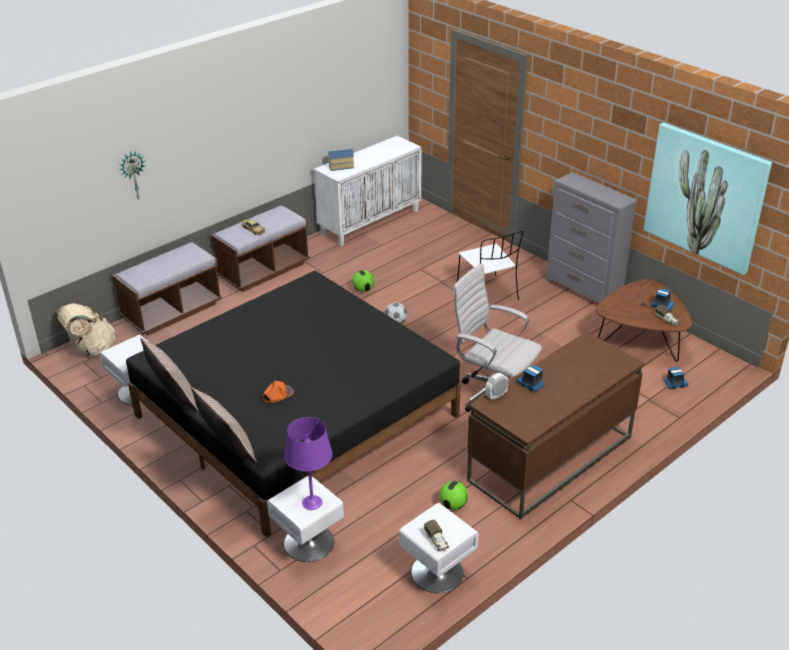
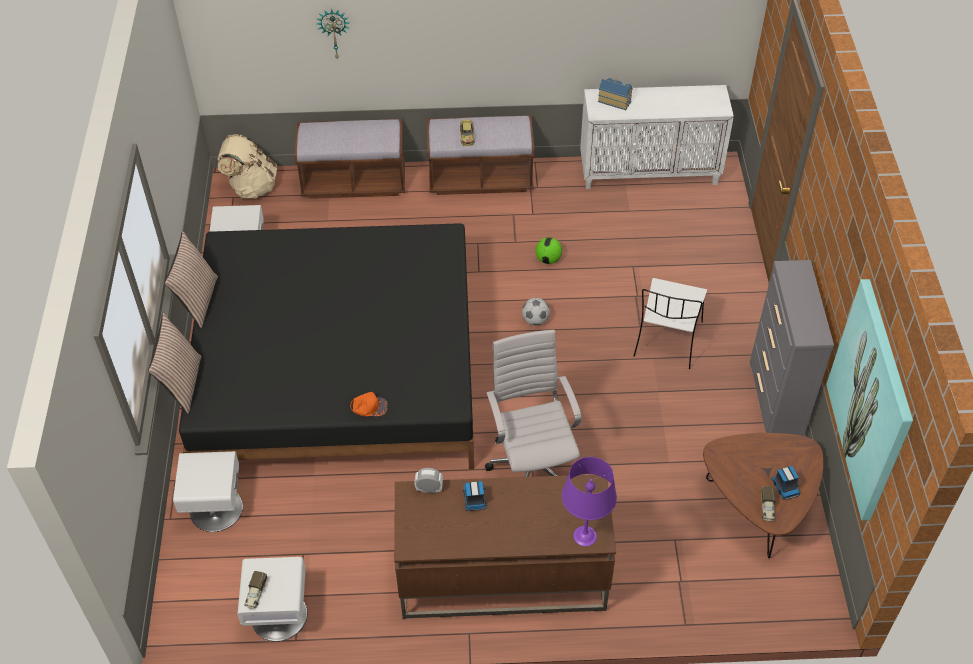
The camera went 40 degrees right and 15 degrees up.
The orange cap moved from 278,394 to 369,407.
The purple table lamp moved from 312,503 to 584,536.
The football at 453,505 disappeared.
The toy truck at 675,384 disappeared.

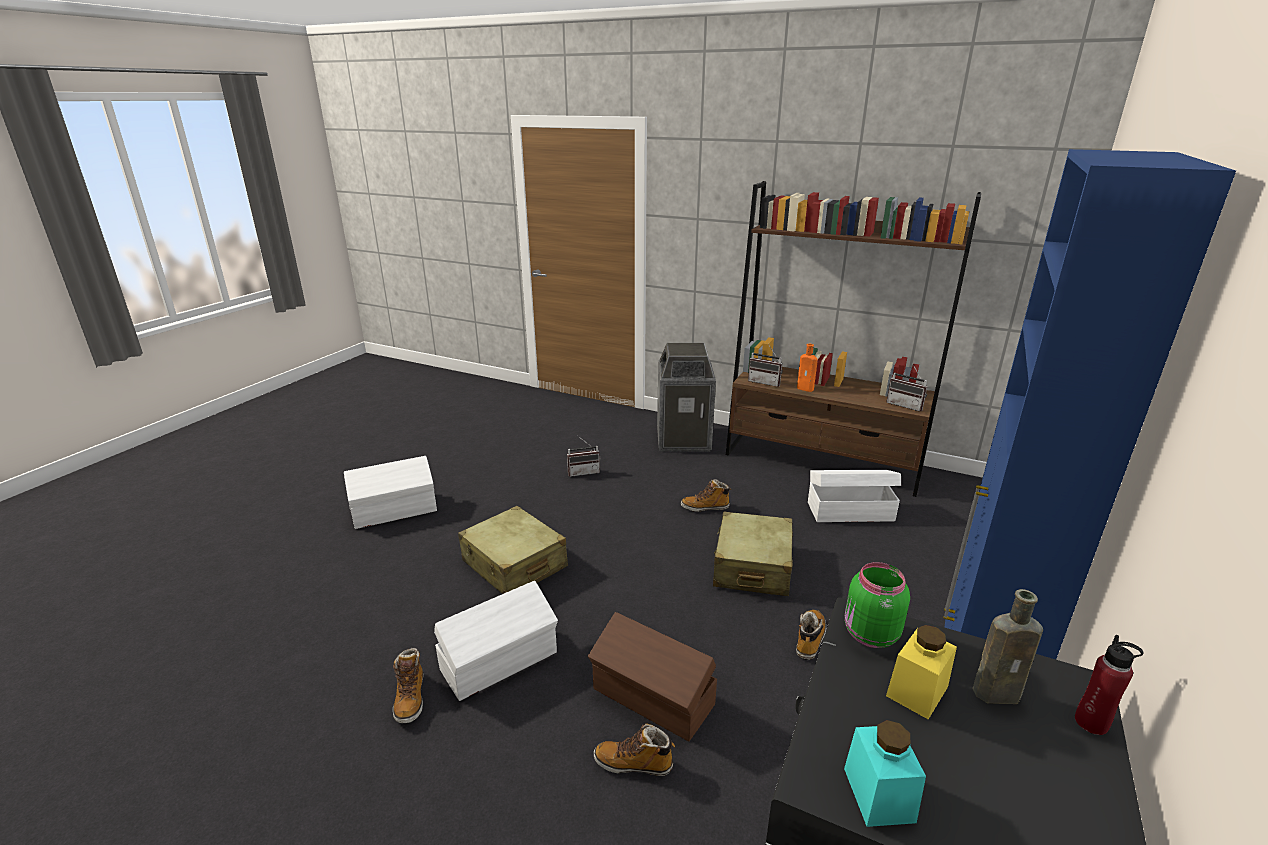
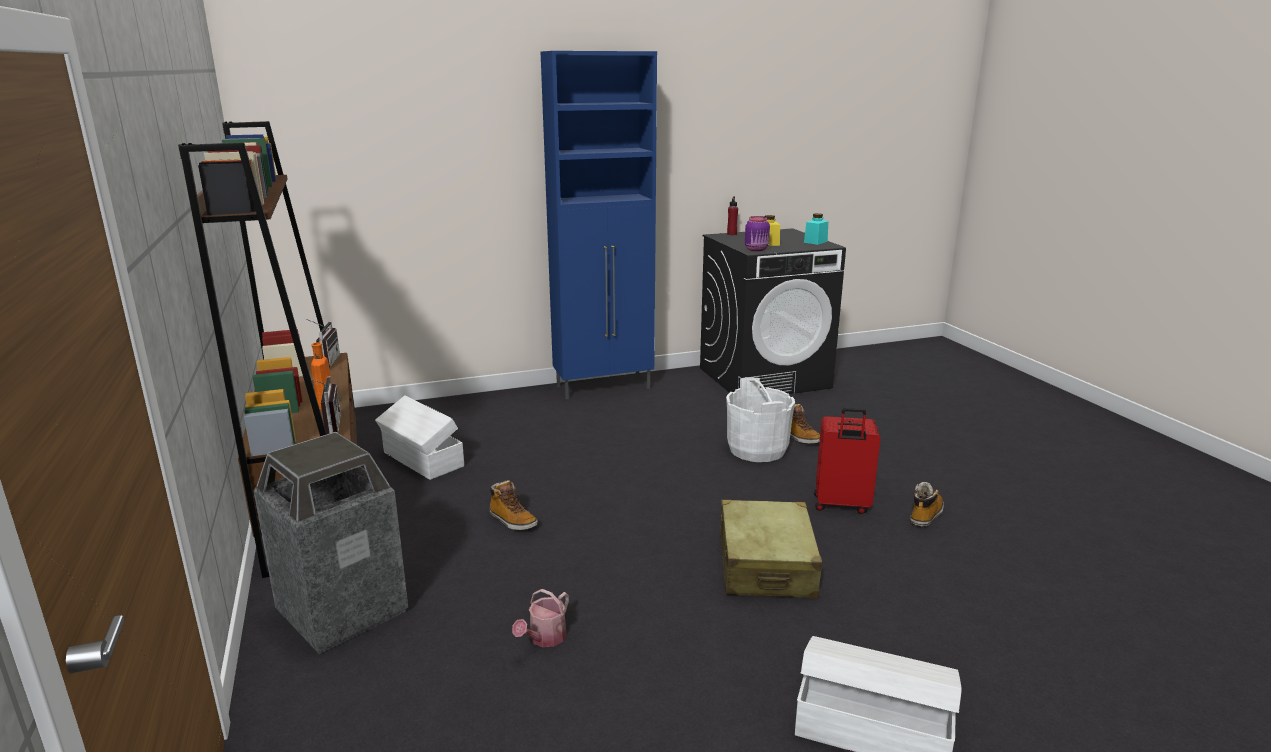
The camera went 135 degrees left and 5 degrees down.
The white storage box at 501,661 was replaced by the red suitcase at 841,505.
The radio at 583,472 was replaced by the watering can at 544,639.
The brown storage box at 653,698 was replaced by the white bucket at 757,449.
The beige suitcase at 752,567 disappeared.
The boot at 810,639 disappeared.
The green jar at 869,634 became the purple jar at 757,249.
The brown bottle at 999,693 disappeared.

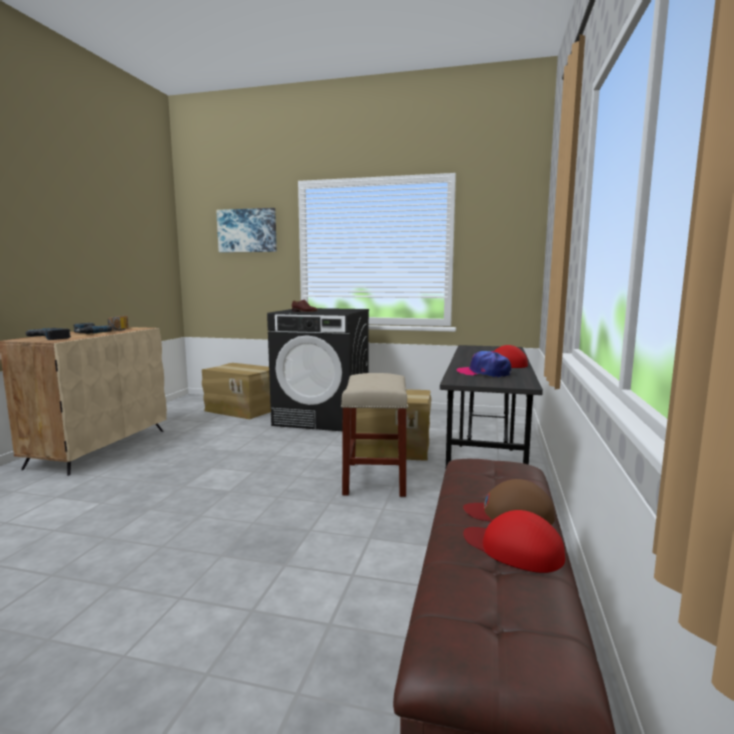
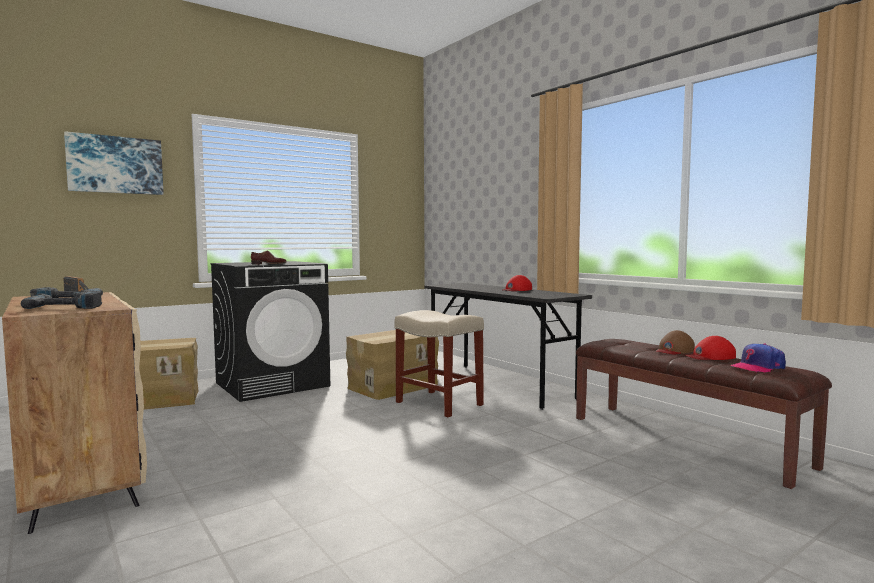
The camera went 50 degrees left and 5 degrees down.
The cap moved from 484,373 to 757,367.

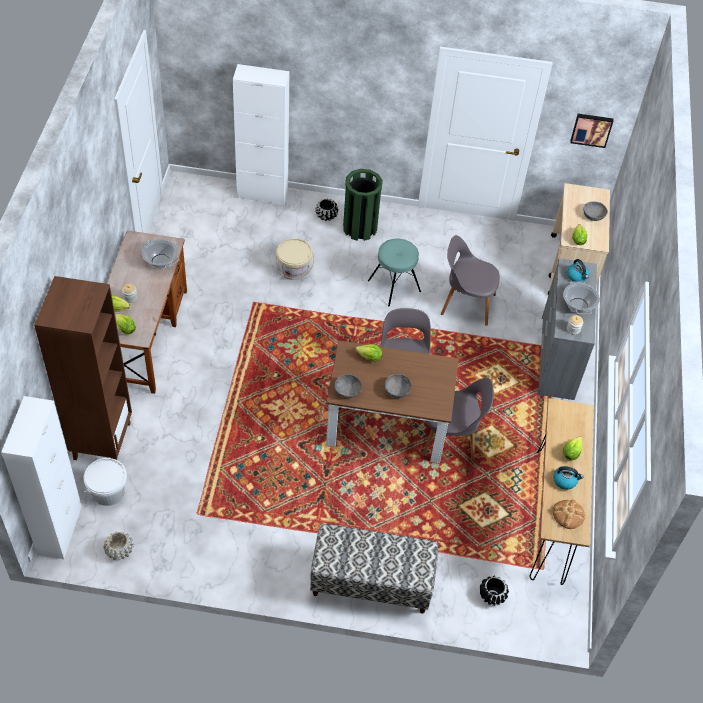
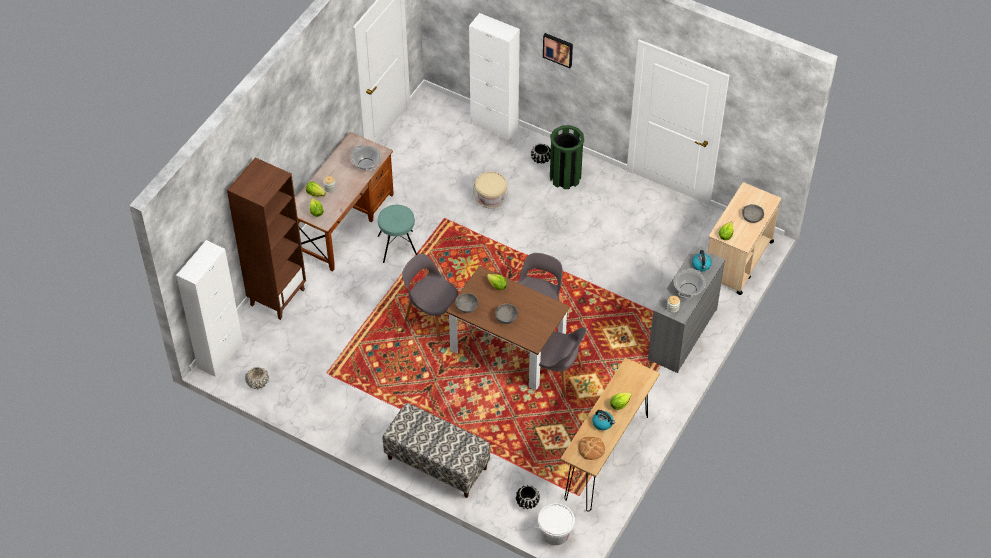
The camera went 25 degrees right and 0 degrees up.
The white bucket moved from 108,492 to 555,533.
The turquoise stool moved from 394,286 to 397,246.
The grey chair moved from 466,303 to 432,316.
The picture moved from 591,129 to 558,49.

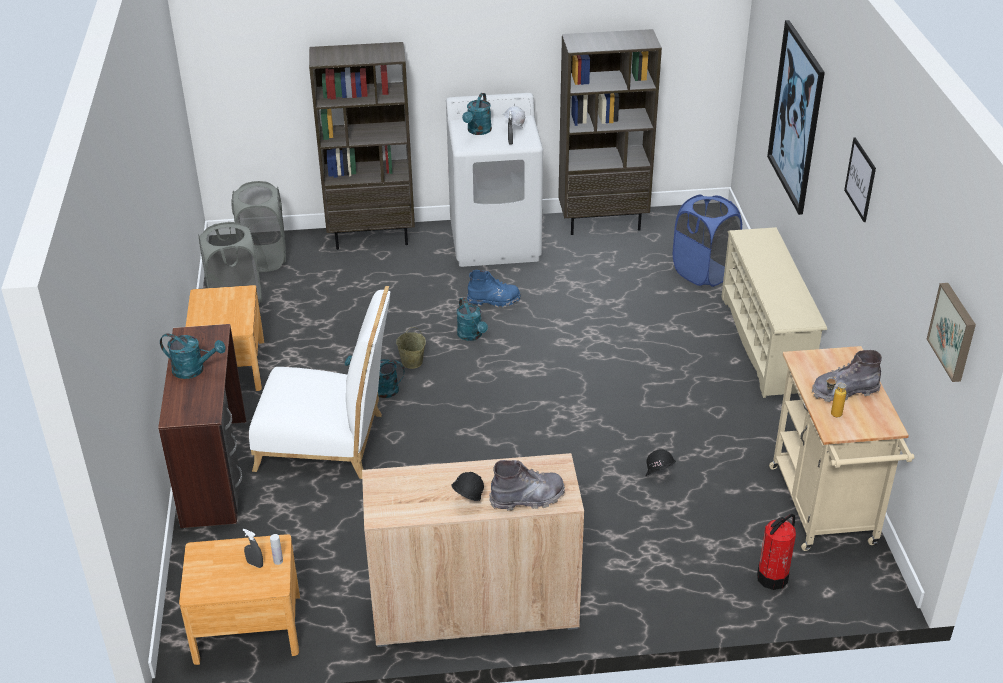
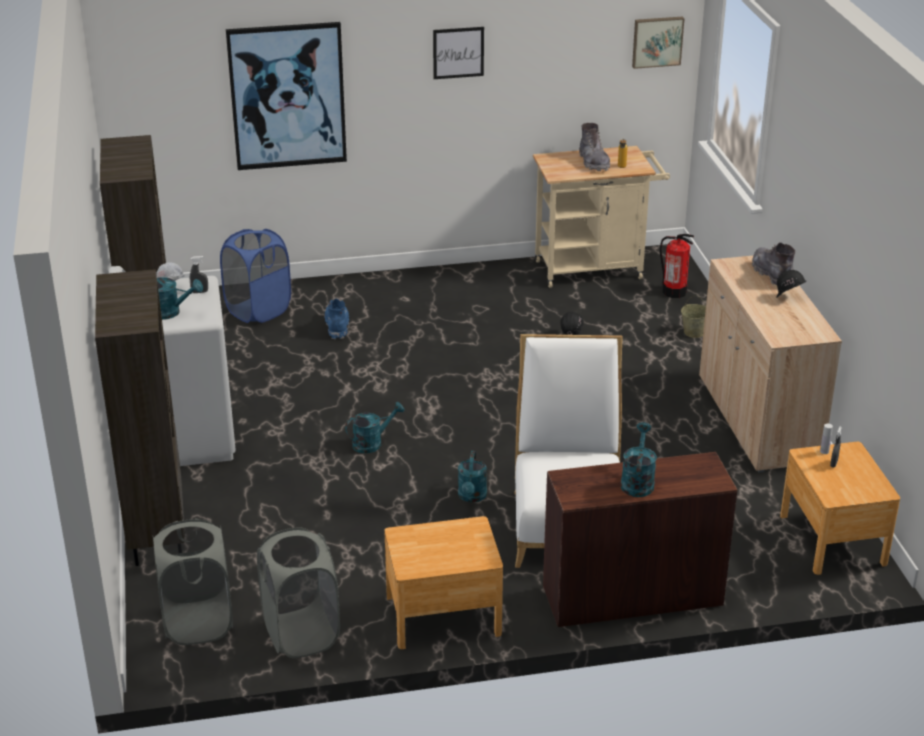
The camera went 95 degrees left and 5 degrees down.
The beige bucket moved from 412,362 to 694,332.
The blue boot moved from 494,301 to 337,326.
The beige shoe rack at 766,343 disappeared.

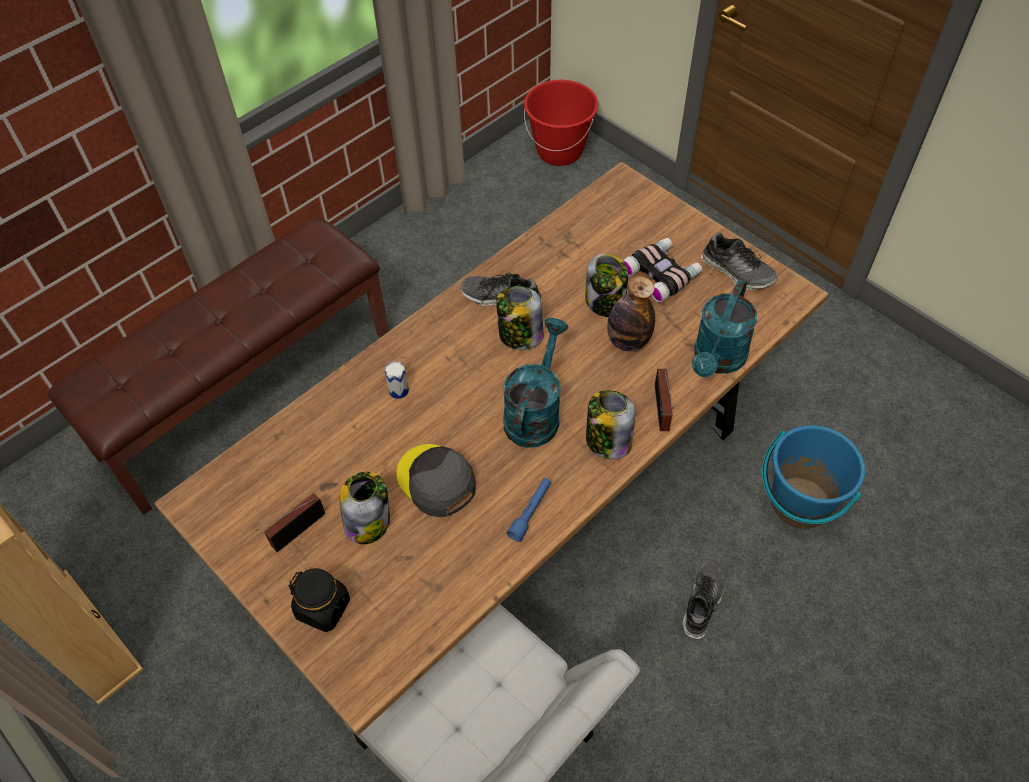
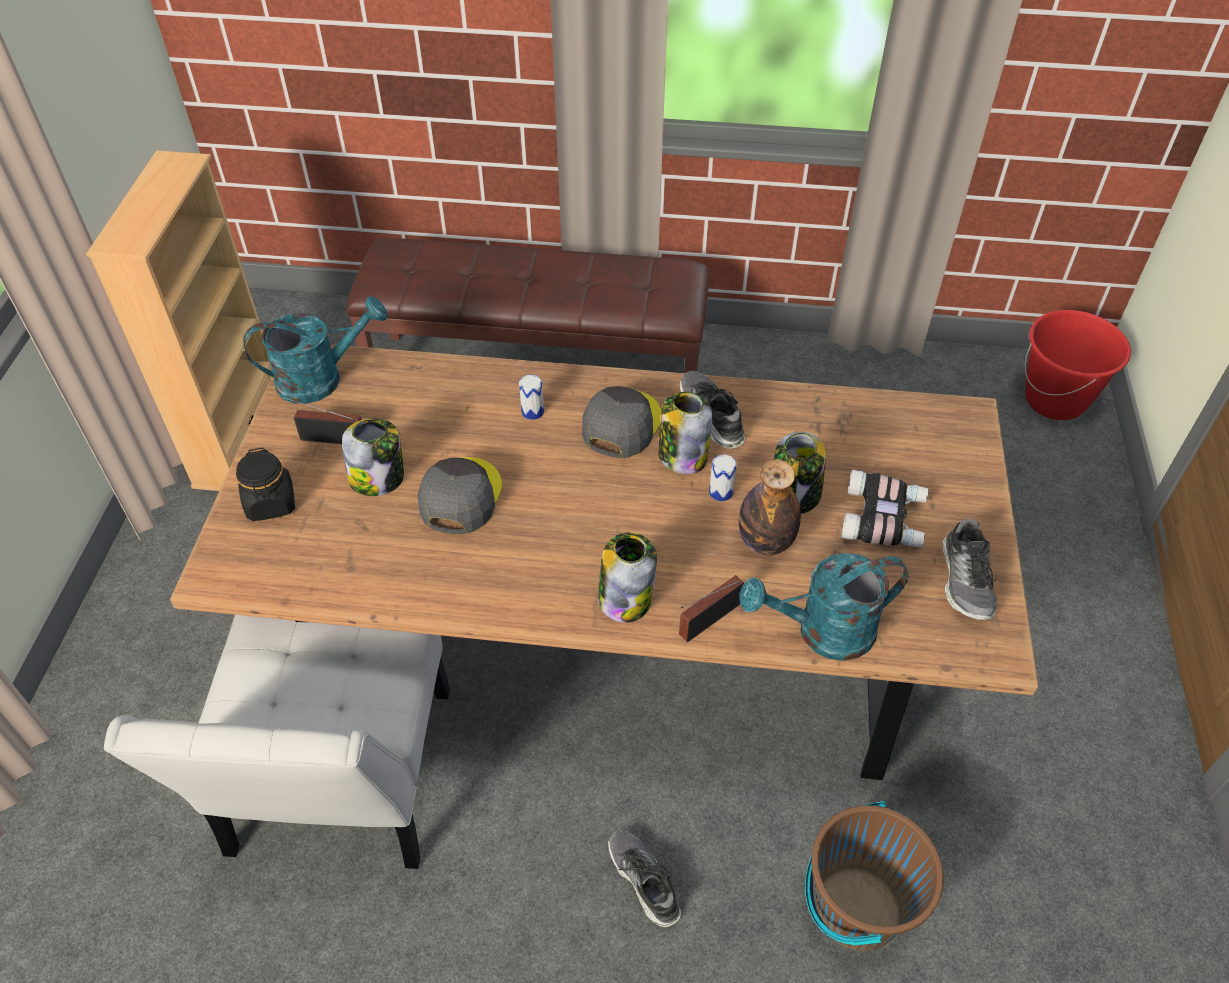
The camera went 50 degrees right and 5 degrees down.
The turquoise watering can moved from 534,412 to 321,378.
The blue flashlight at 530,512 disappeared.
The shoe at 701,602 turned 105 degrees counterclockwise.
The blue bucket at 799,503 became the brown bucket at 856,909.
The grey cap at 621,424 appeared.
The can at 721,492 appeared.

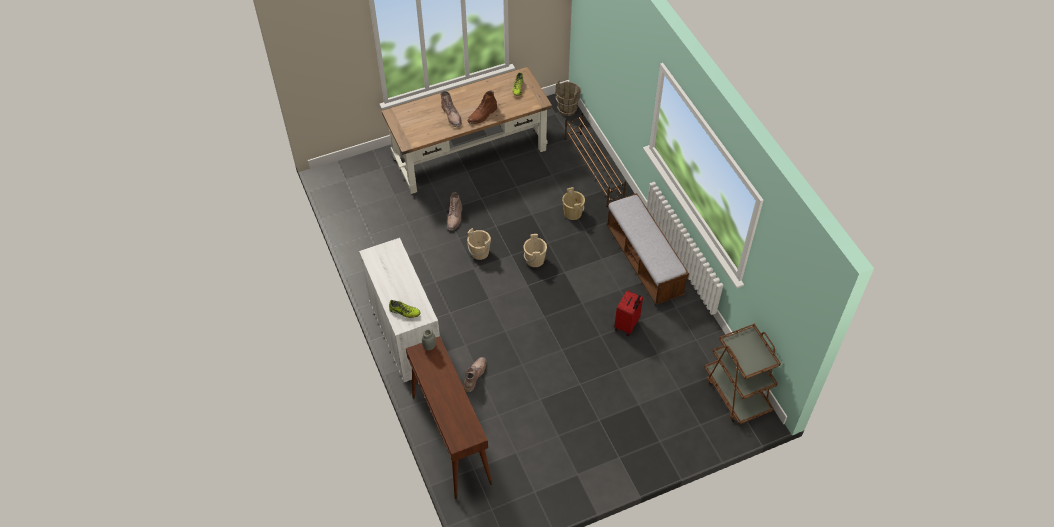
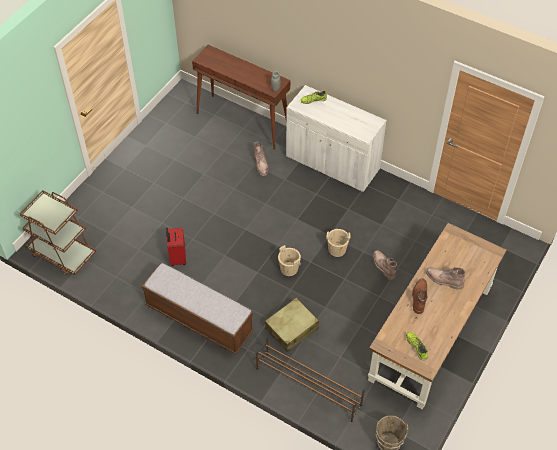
The camera went 145 degrees right and 0 degrees up.
The beige bucket at 572,213 was replaced by the beige suitcase at 292,329.

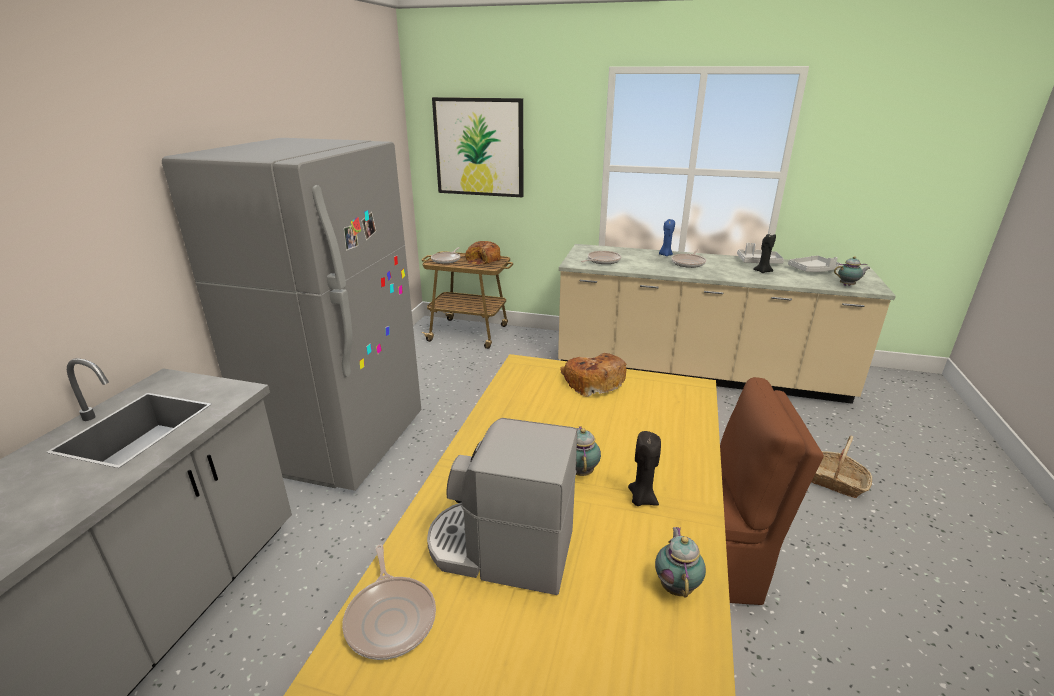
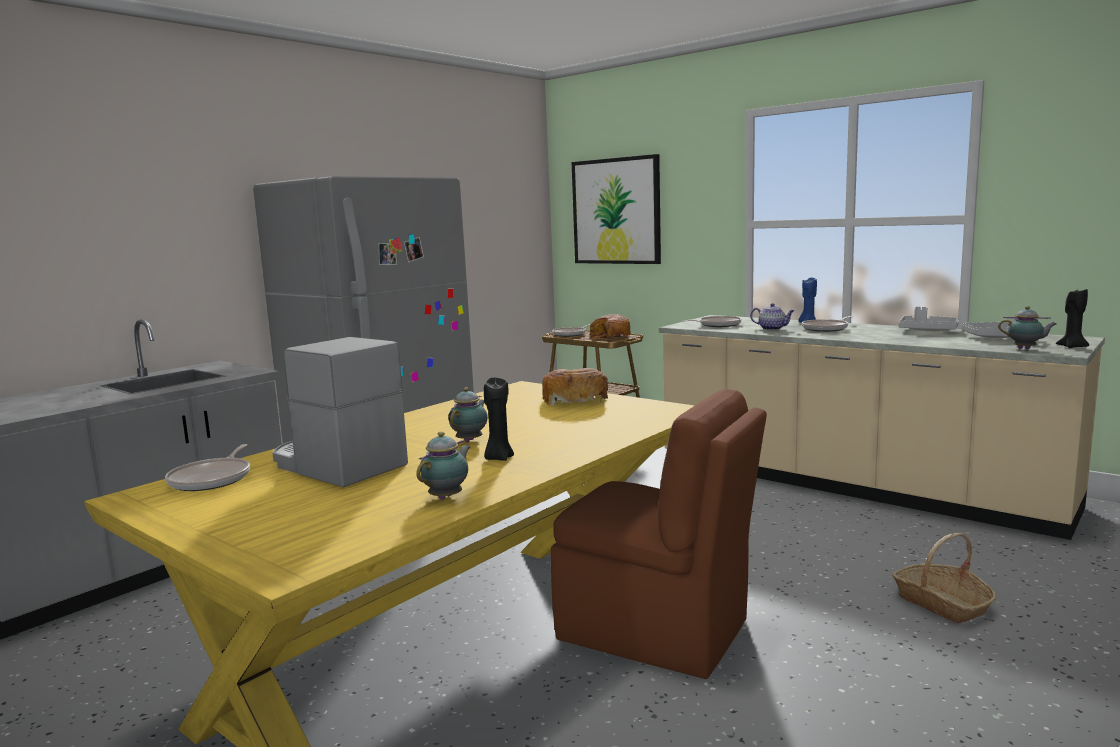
The camera went 25 degrees right and 15 degrees down.
The black candle moved from 762,271 to 1072,346.
The teapot at 772,329 appeared.

